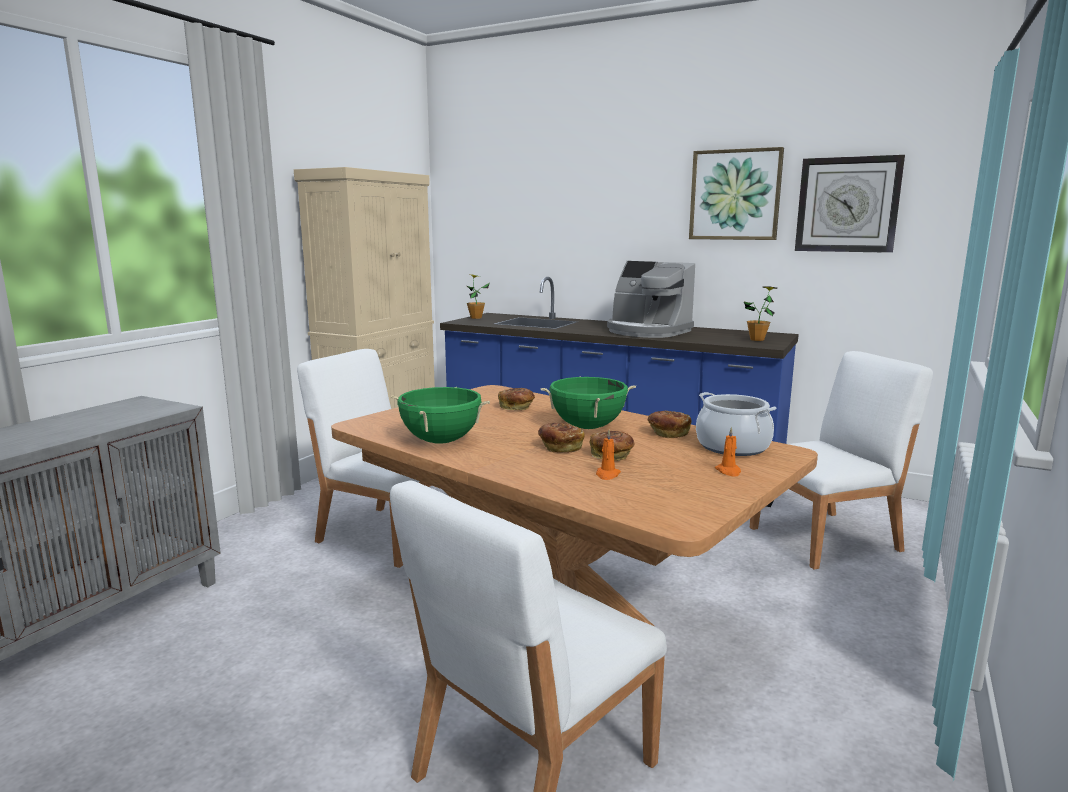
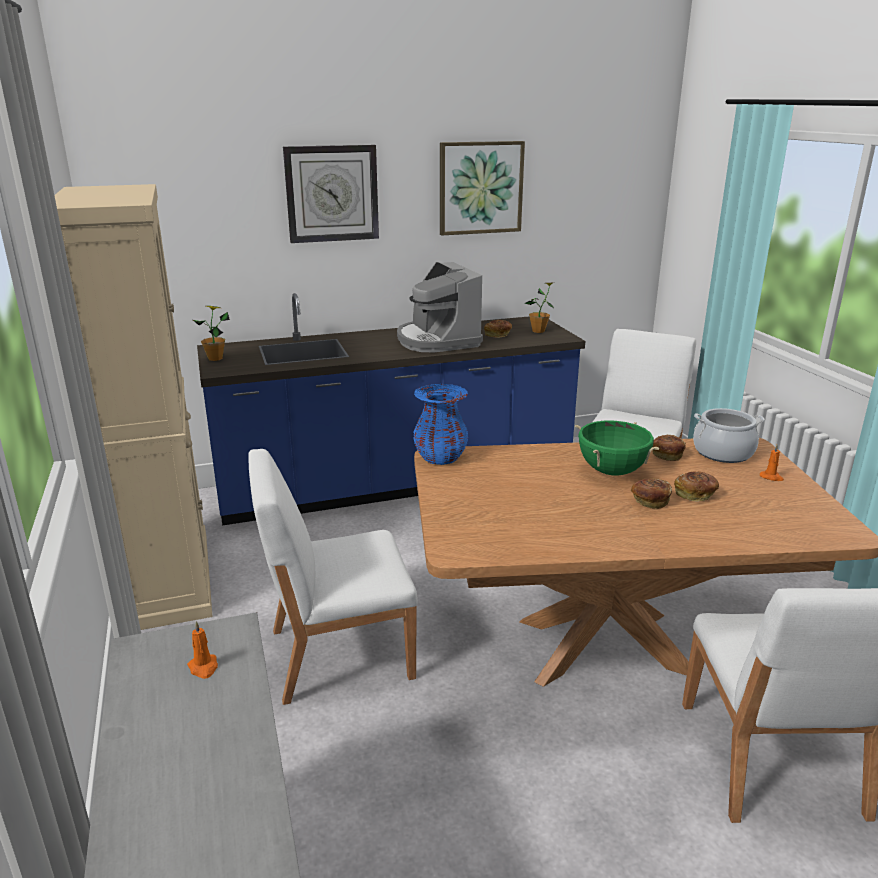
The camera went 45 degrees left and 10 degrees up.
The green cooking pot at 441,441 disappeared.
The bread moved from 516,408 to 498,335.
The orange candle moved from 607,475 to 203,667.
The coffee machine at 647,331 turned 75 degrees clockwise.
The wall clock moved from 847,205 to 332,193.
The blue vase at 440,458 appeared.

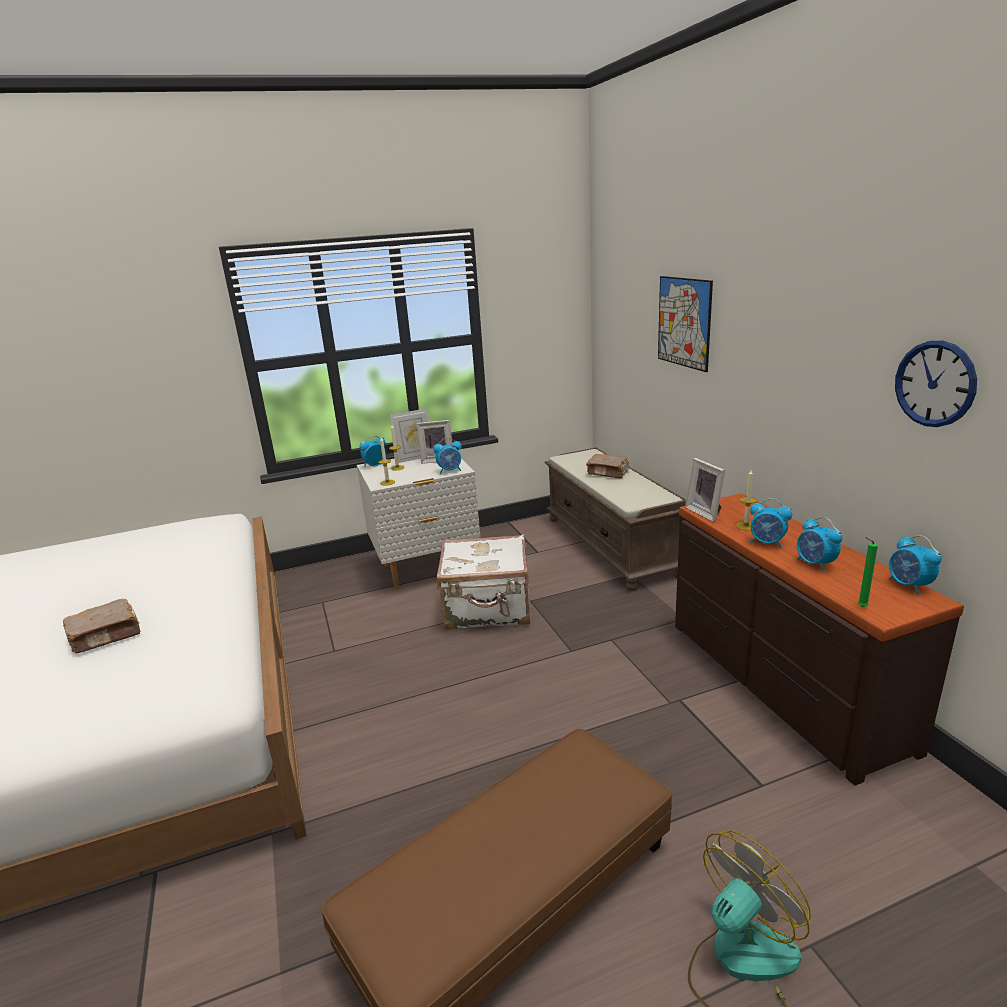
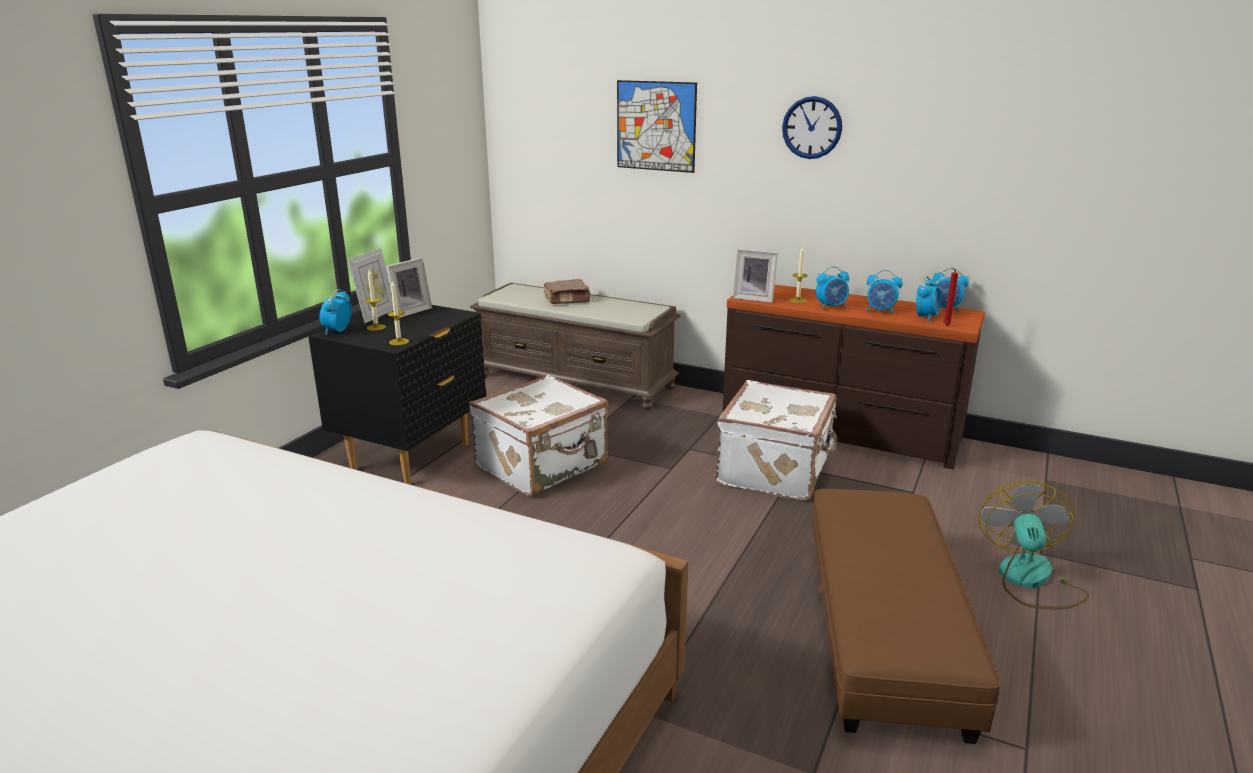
The camera went 45 degrees left and 0 degrees up.
The brown book at 107,636 disappeared.
The white nightstand at 426,569 became the black nightstand at 412,457.
The alarm clock moved from 450,471 to 926,317.
The green candle at 860,607 became the red candle at 946,326.
The wall clock moved from 934,384 to 812,127.
The white suitcase at 776,471 appeared.

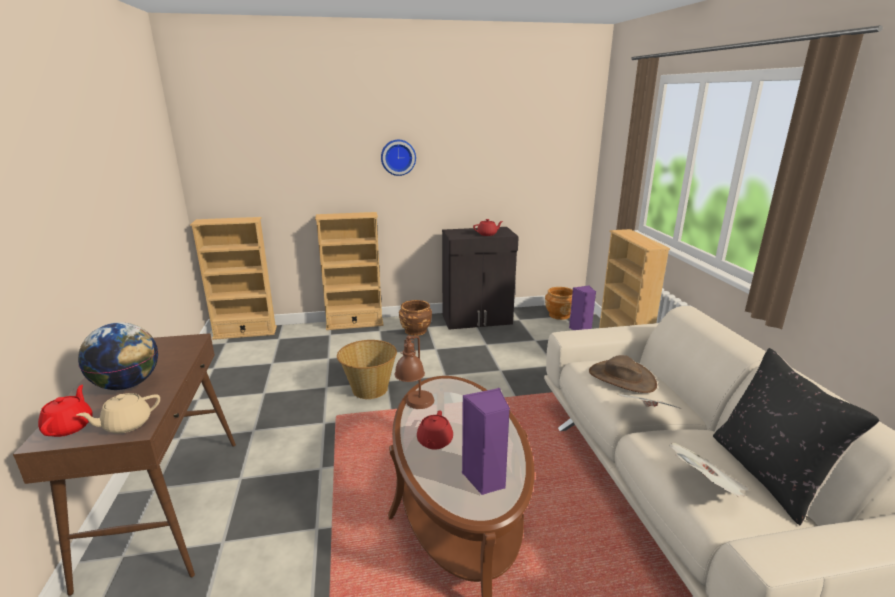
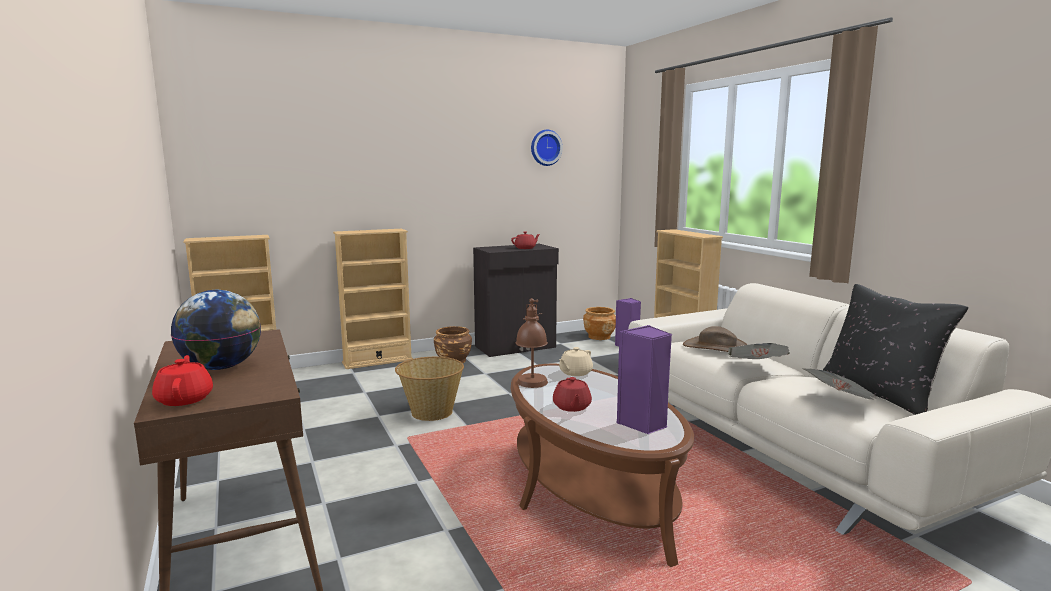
The camera went 15 degrees left and 10 degrees down.
The beige teapot moved from 126,424 to 575,373.
The wall clock moved from 398,157 to 545,147.

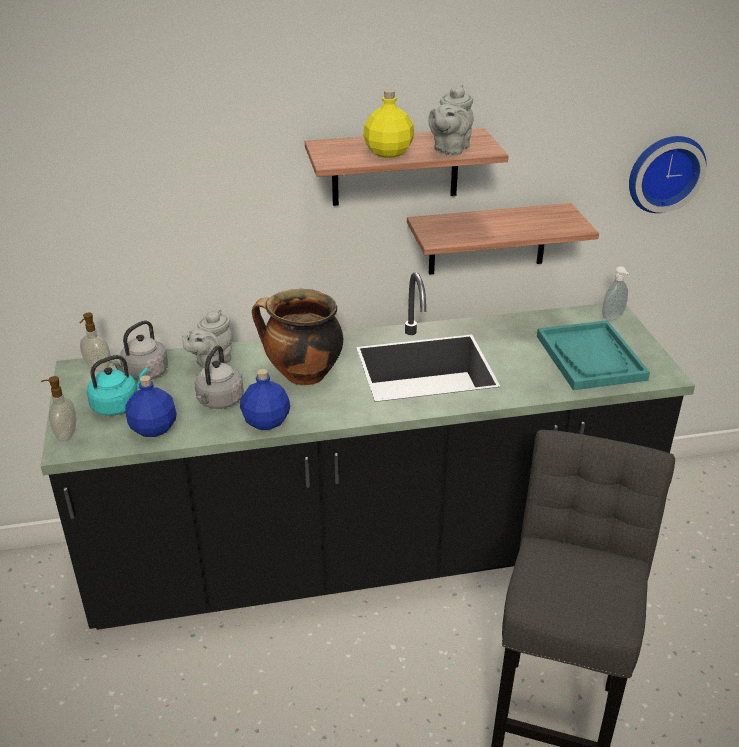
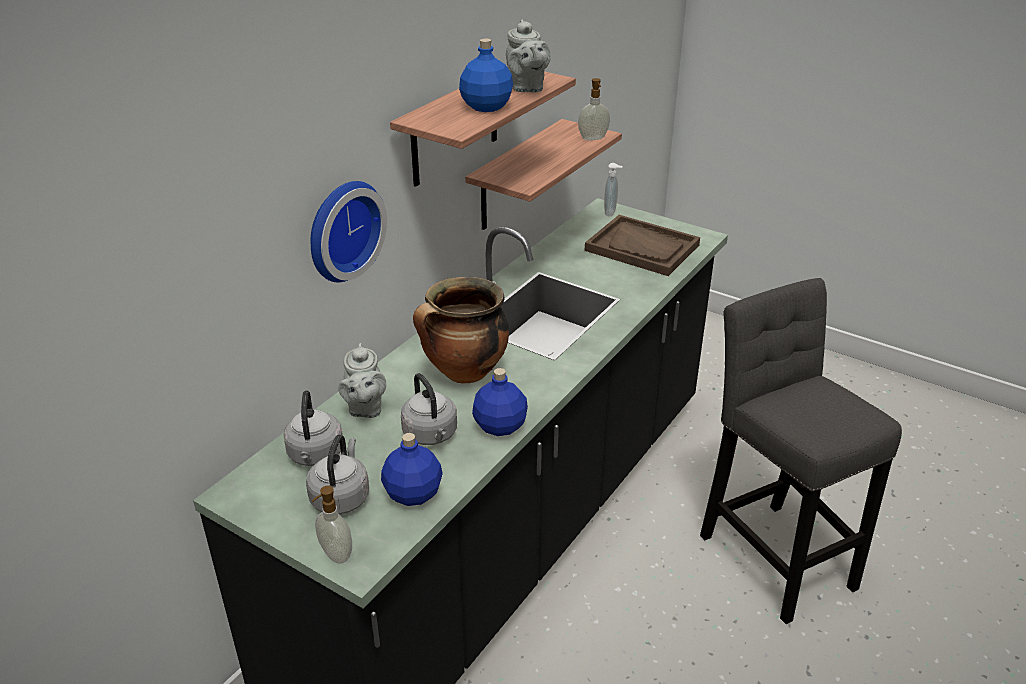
The camera went 45 degrees left and 0 degrees up.
The soap dispenser moved from 97,367 to 593,138.
The turquoise kettle at 118,405 became the grey kettle at 341,497.
The yellow bottle at 389,152 became the blue bottle at 486,106.
The turquoise tray at 590,358 became the brown tray at 642,248.
The wall clock moved from 664,172 to 341,229.

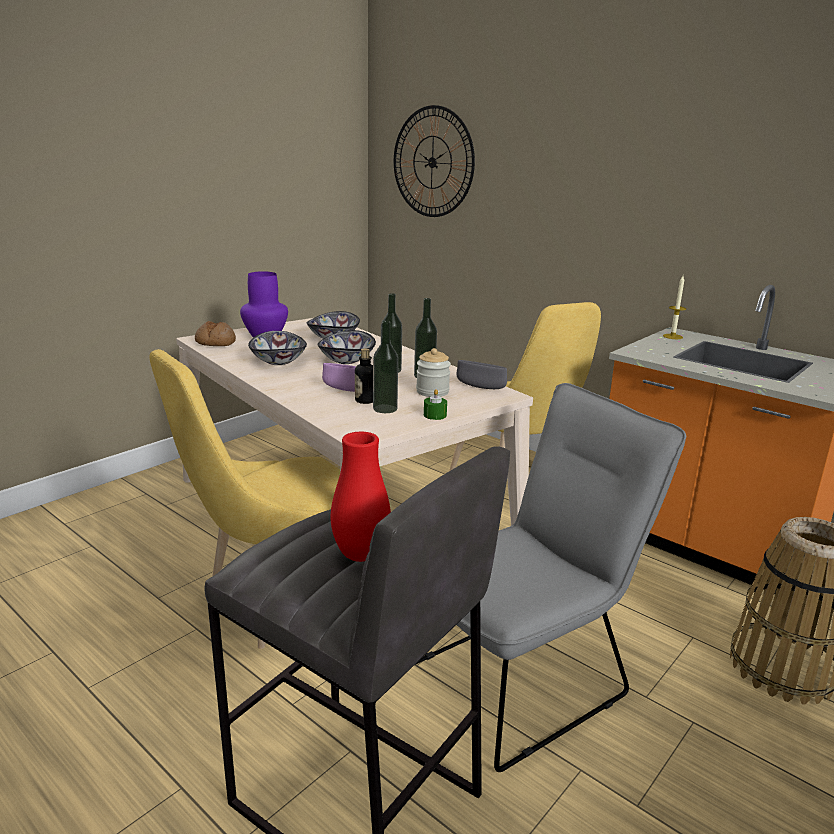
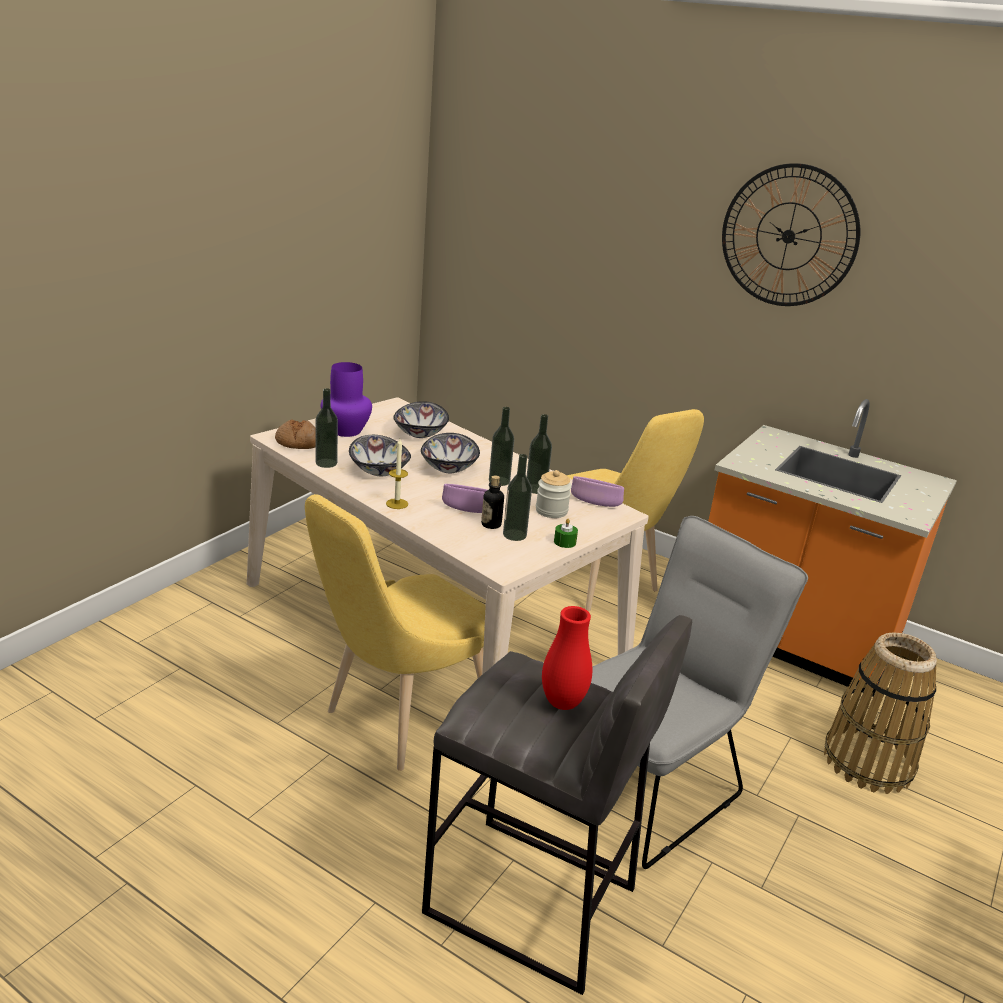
The camera went 10 degrees left and 5 degrees up.
The wall clock moved from 432,162 to 788,236.
The grey bowl at 480,387 became the purple bowl at 595,503.
The candle moved from 672,336 to 397,504.
The bottle at 326,463 appeared.

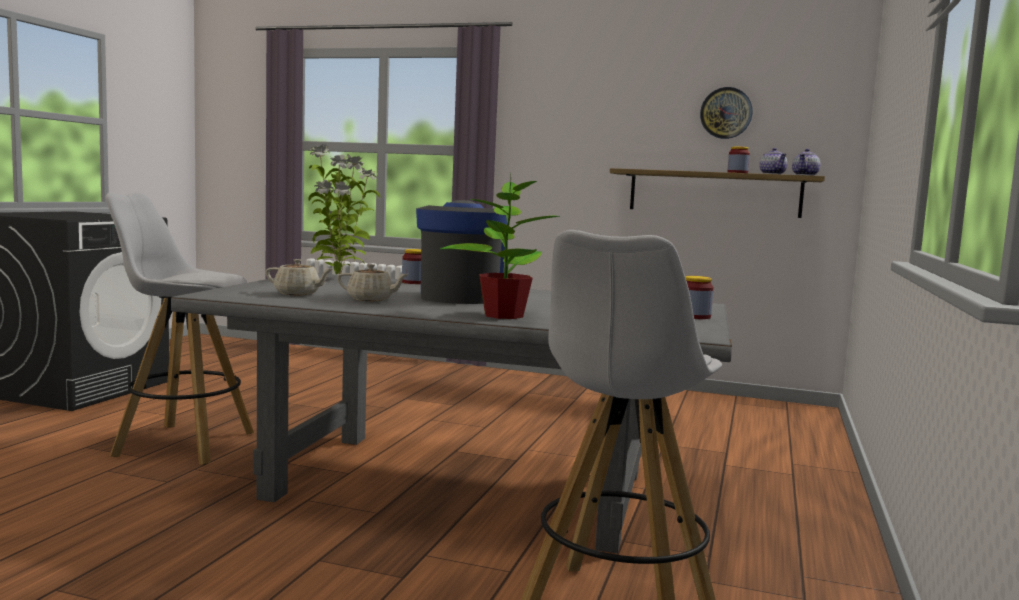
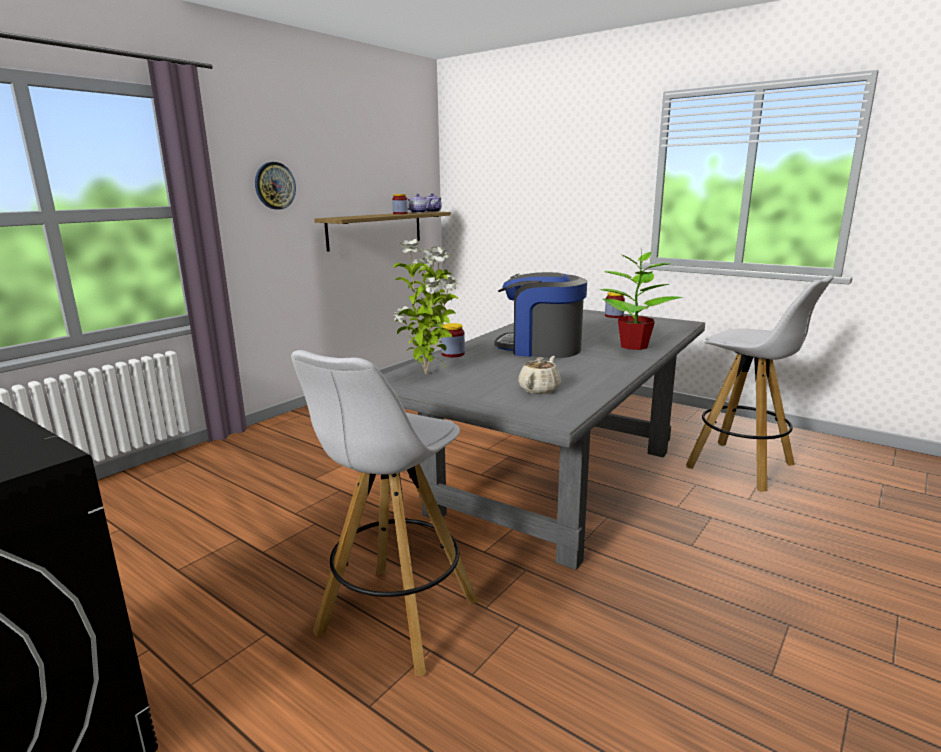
The camera went 70 degrees left and 10 degrees up.
The beige teapot at 371,299 disappeared.
The wall clock moved from 726,113 to 274,185.

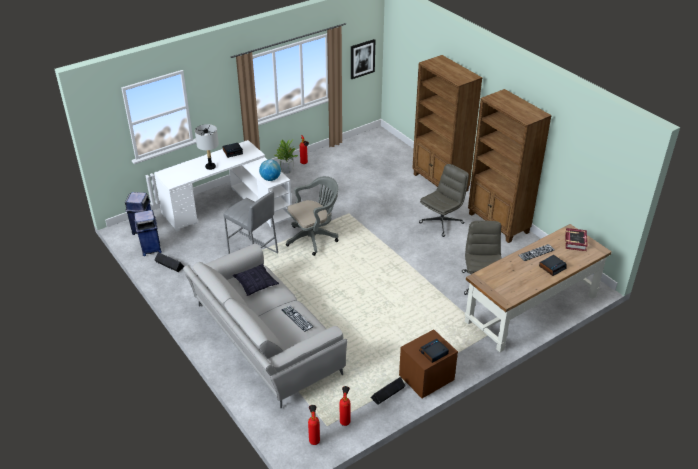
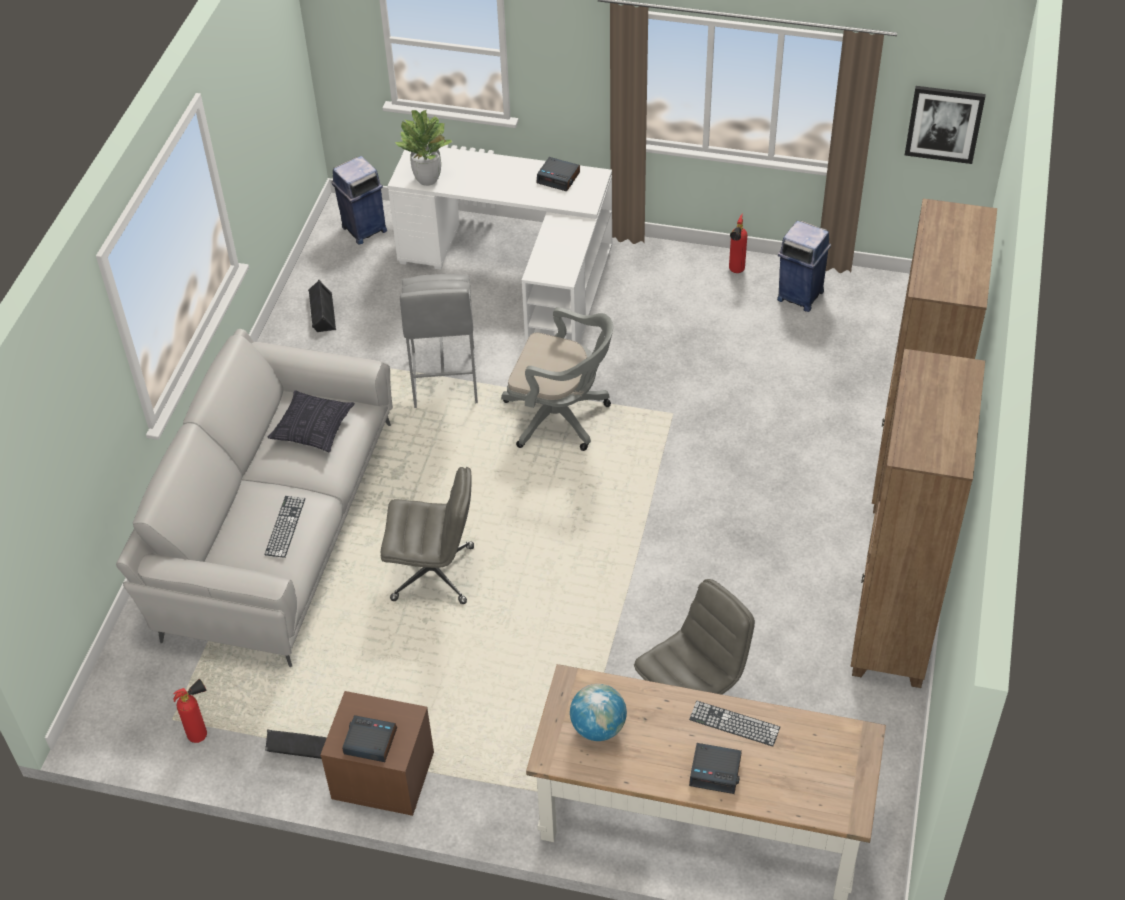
The camera went 50 degrees right and 10 degrees up.
The blue trash can moved from 151,249 to 799,295.
The grey table lamp at 210,166 disappeared.
The globe moved from 270,179 to 598,727.
The potted plant moved from 287,171 to 428,179.
The fire extinguisher at 314,439 disappeared.
The grey office chair moved from 441,223 to 434,573.
The book at 575,242 disappeared.

